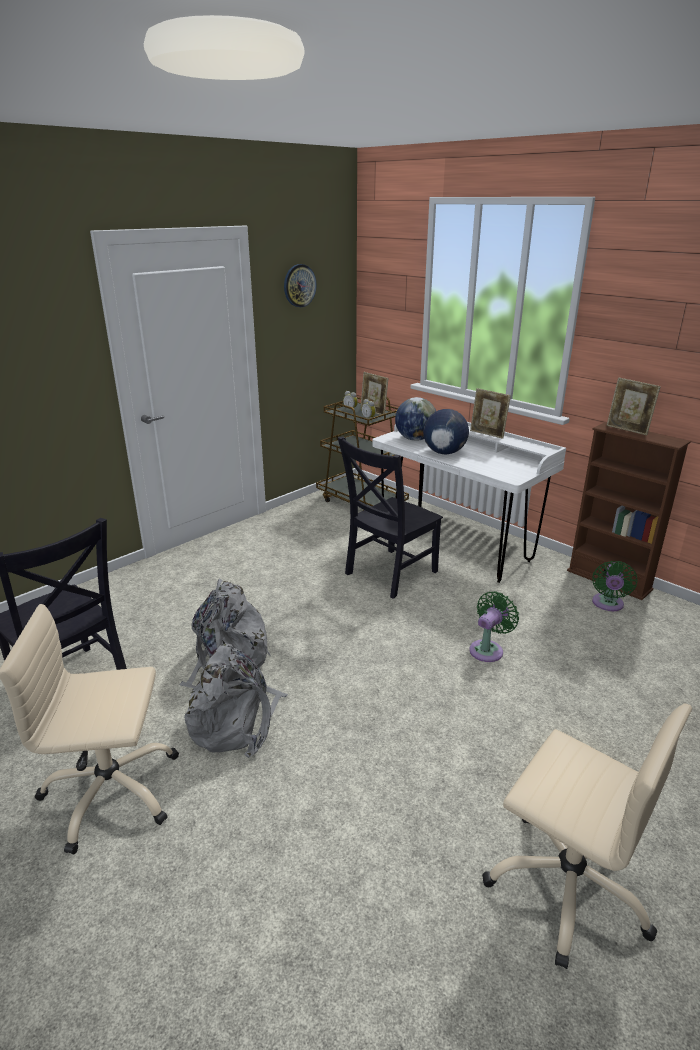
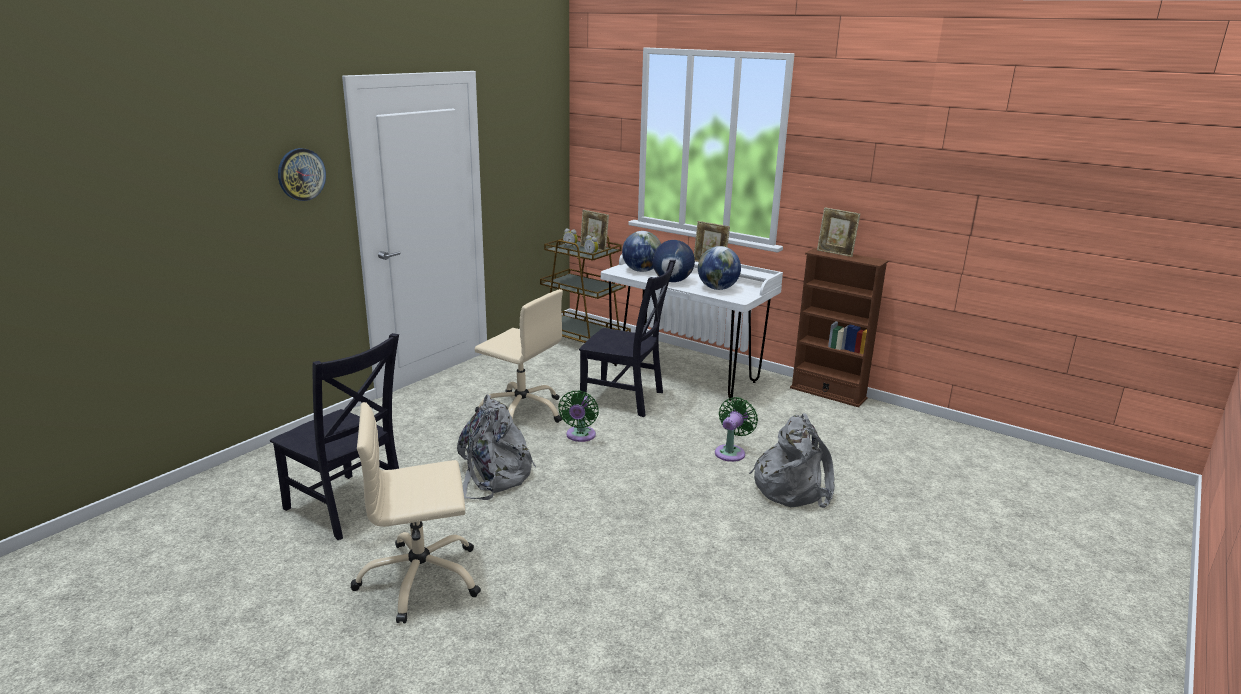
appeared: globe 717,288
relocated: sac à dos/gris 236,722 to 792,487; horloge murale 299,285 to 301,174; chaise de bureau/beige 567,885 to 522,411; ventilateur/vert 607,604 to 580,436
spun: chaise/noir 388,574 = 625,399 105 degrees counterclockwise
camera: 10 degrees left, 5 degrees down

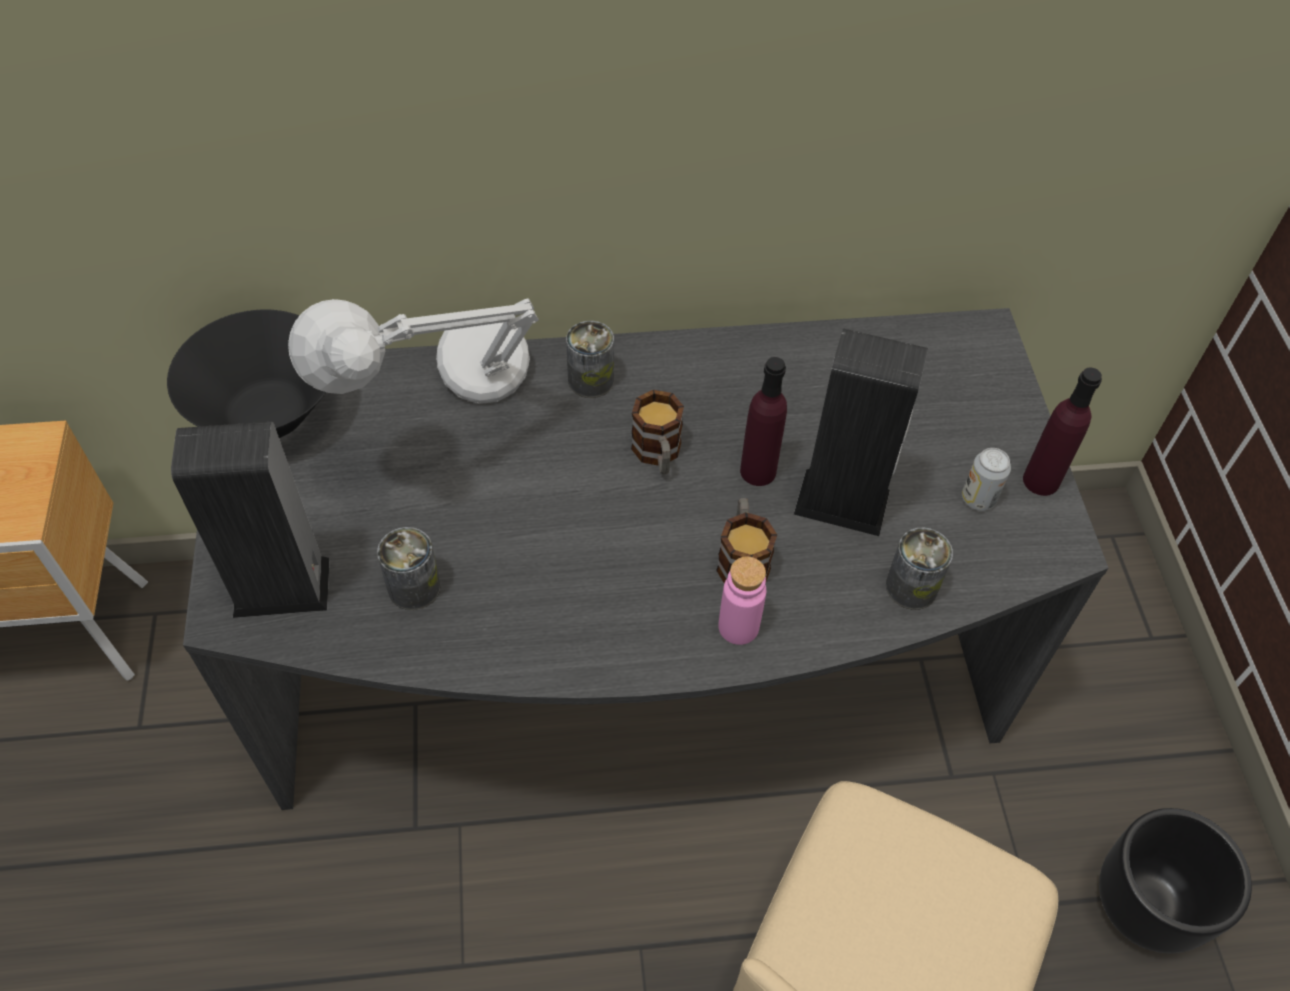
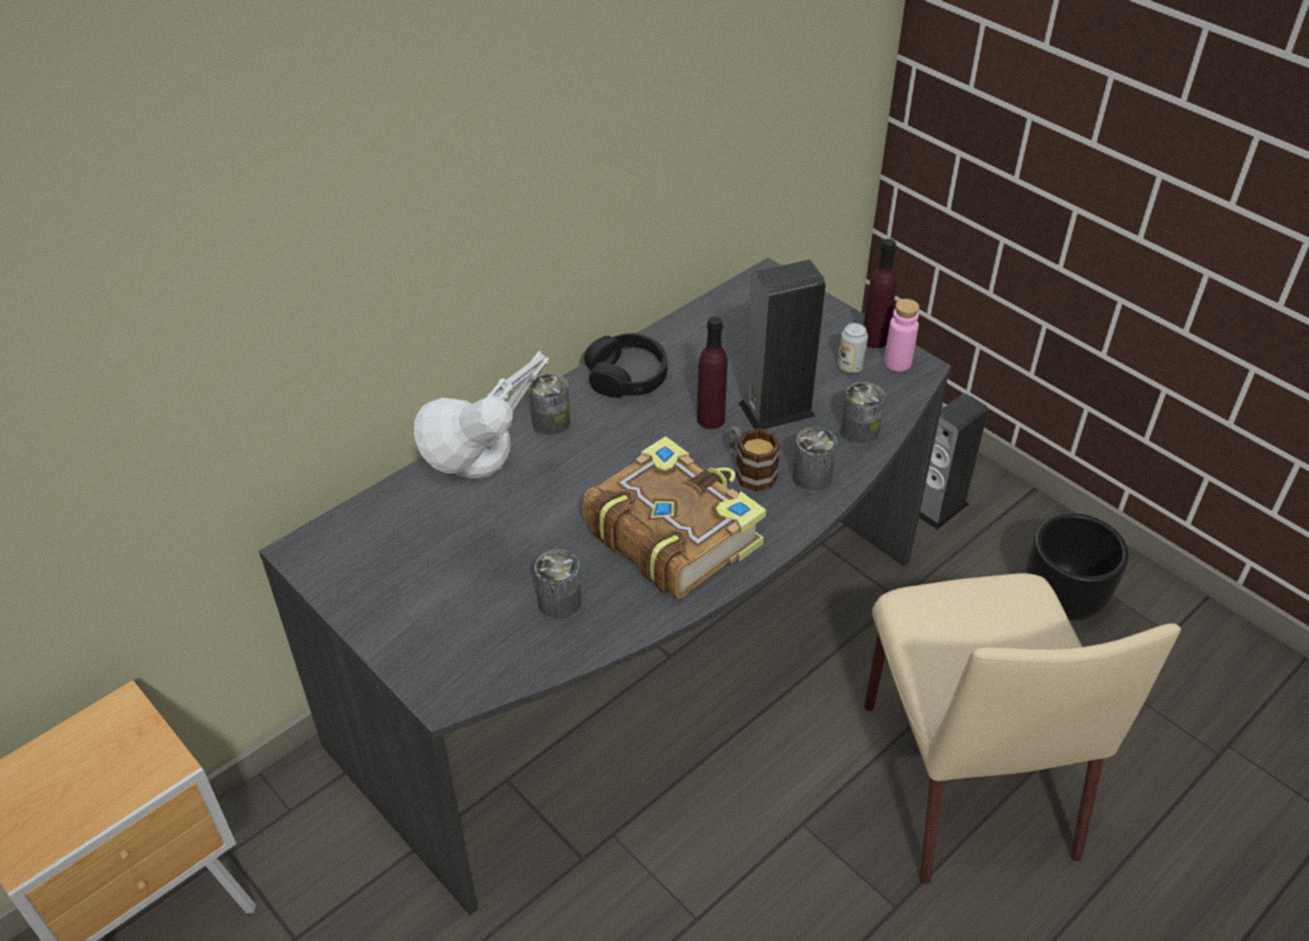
missing: bol/noir 267,413; mug 658,454
appeared: livre 672,533; casque audio/noir 627,376; boîte métallique 811,478
relocated: enceinte 281,587 to 939,507; bouteille/rose 738,627 to 897,362
camera: 35 degrees left, 10 degrees down

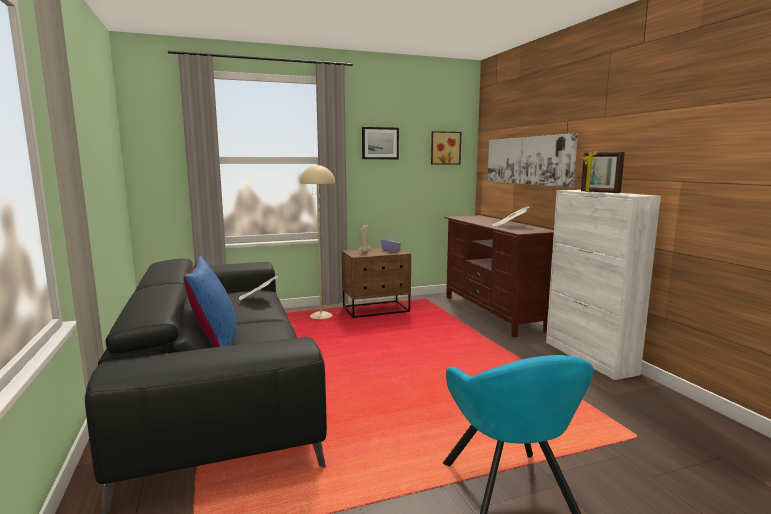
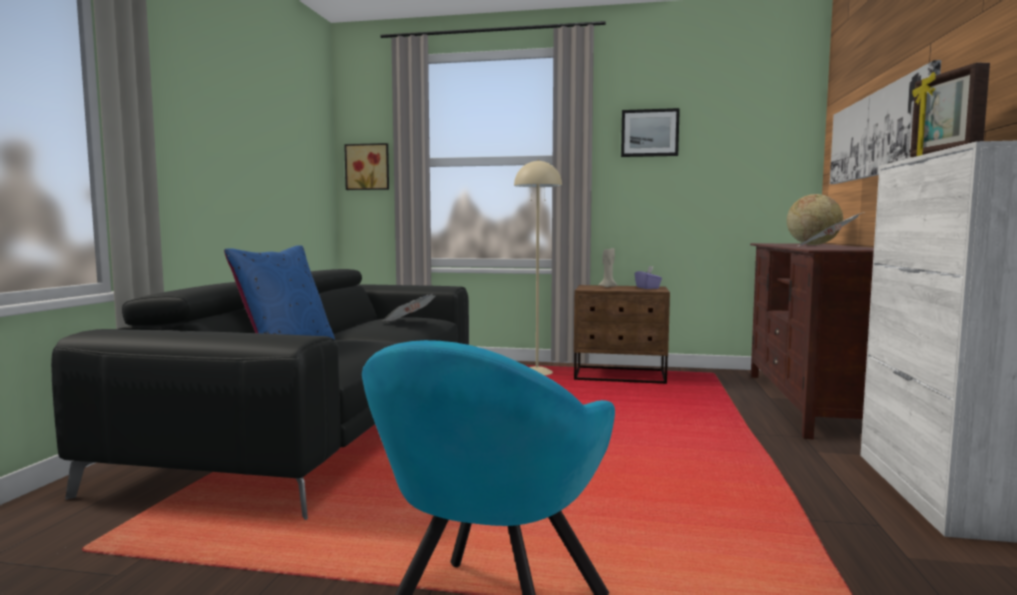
appeared: globe 812,244
relocated: tableau 445,148 to 368,167
camera: 30 degrees right, 5 degrees down

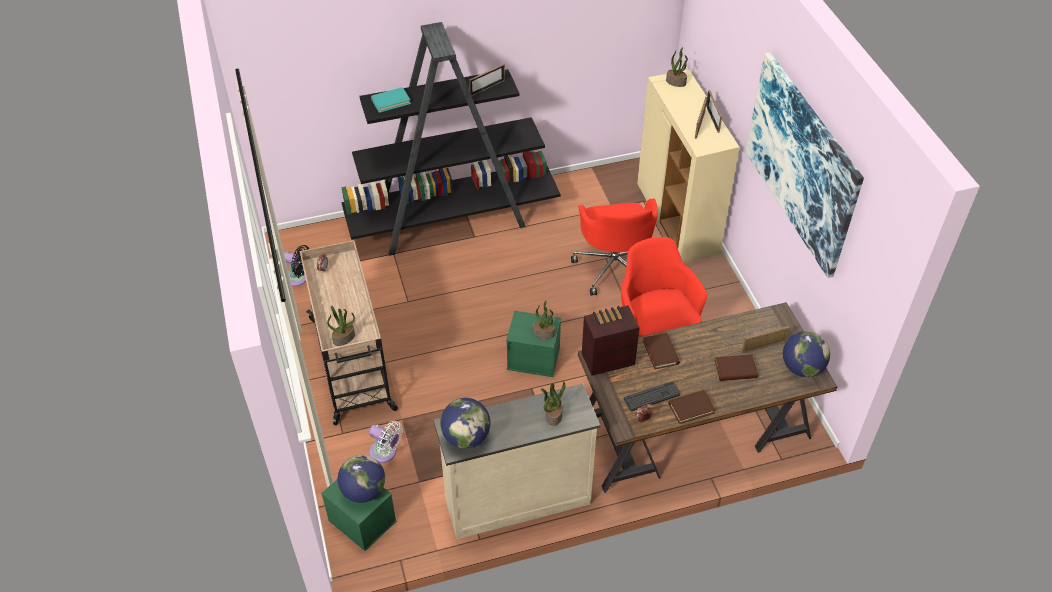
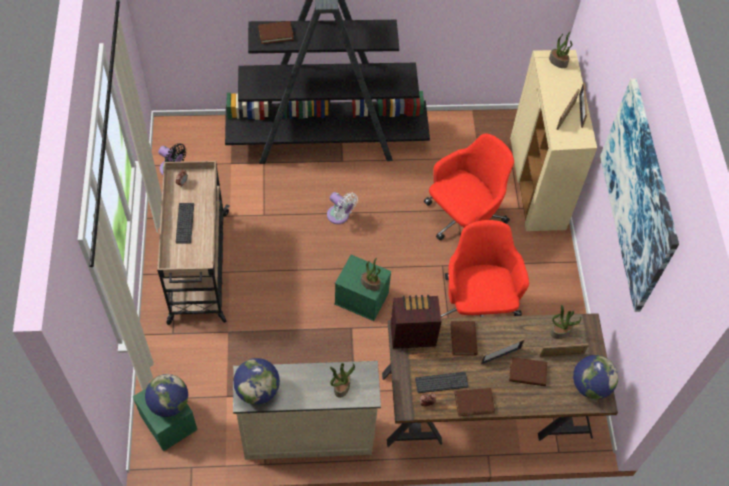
appeared: clavier 185,223
relocated: plante en pot 344,338 to 560,331; ventilateur/blanc 385,453 to 340,216; cadre photo 487,88 to 500,356
colour: livre/turquoise 391,101 to livre/marron 275,34
spun: chaise de bureau/rouge 614,266 = 463,220 135 degrees counterclockwise
camera: 10 degrees right, 10 degrees up

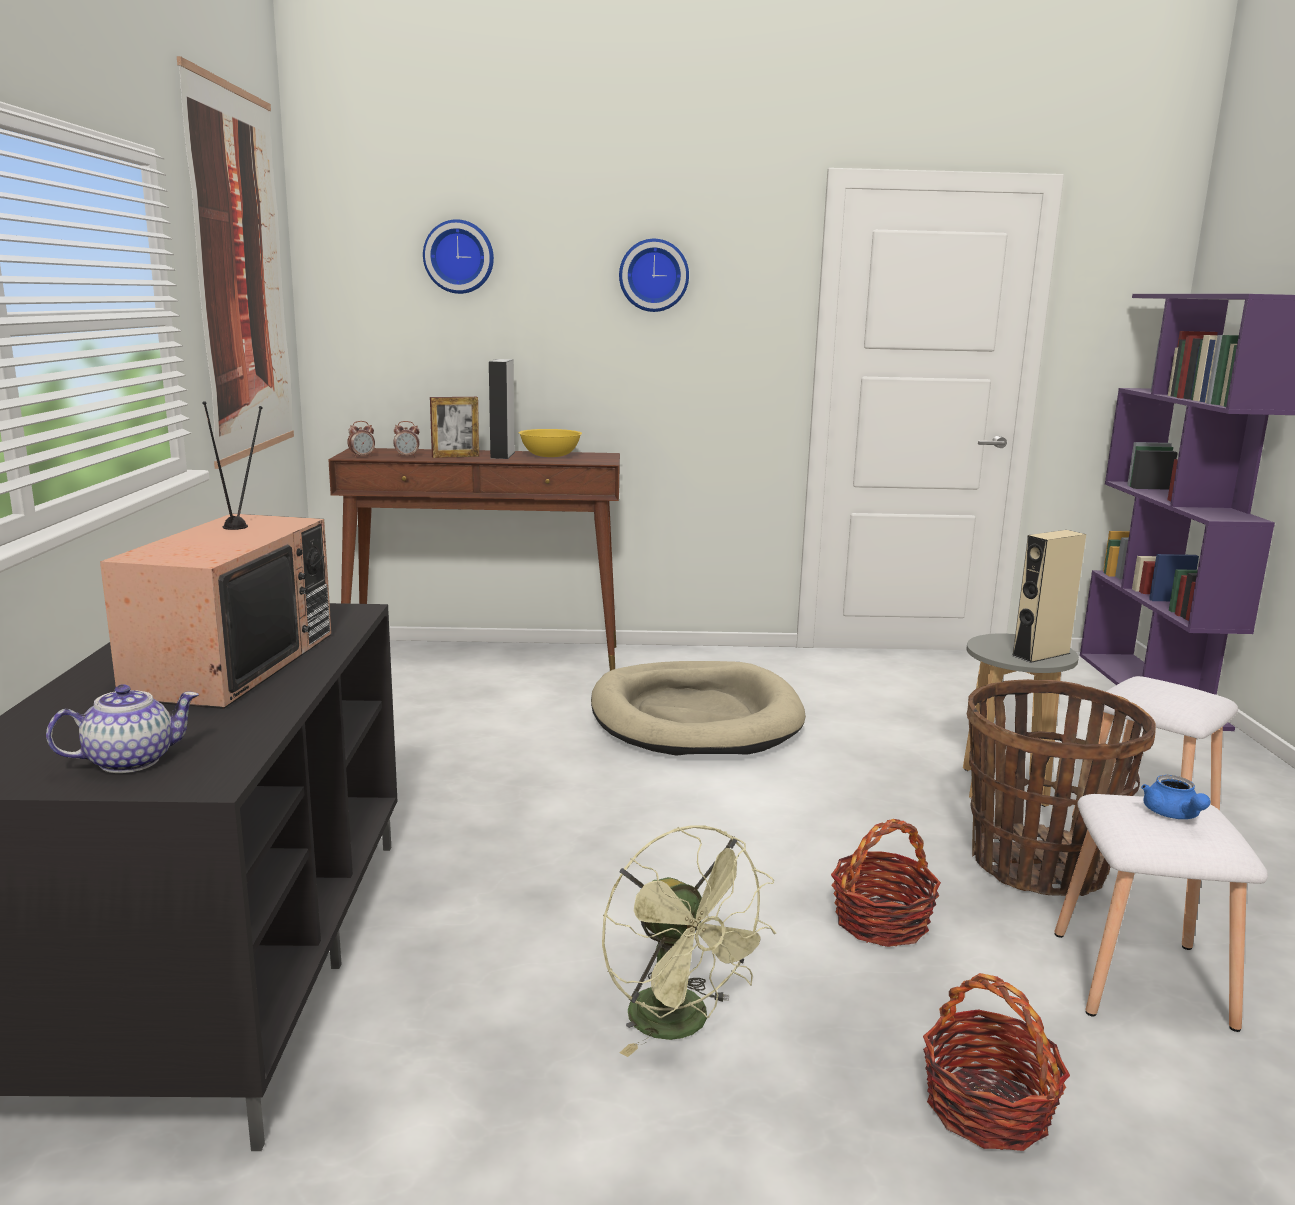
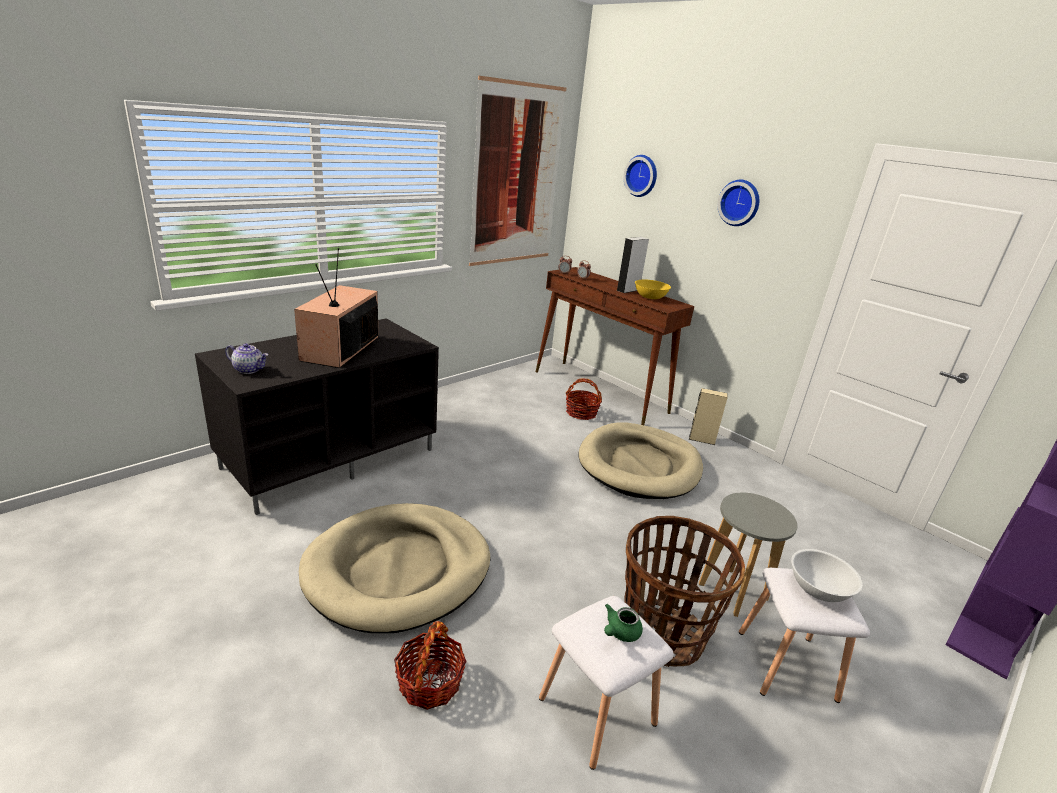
missing: cadre photo 455,456
appeared: bol/blanc 818,589
relocated: panier 881,921 to 581,413; enceinte/beige 1040,654 to 701,439
exchanged: ventilateur/vert 681,1025 to panier pour chien/beige 398,570
colour: théière/bleu 1173,815 to théière/vert 620,632
spun: téléviseur 231,663 = 342,349 135 degrees clockwise
camera: 45 degrees right, 10 degrees up

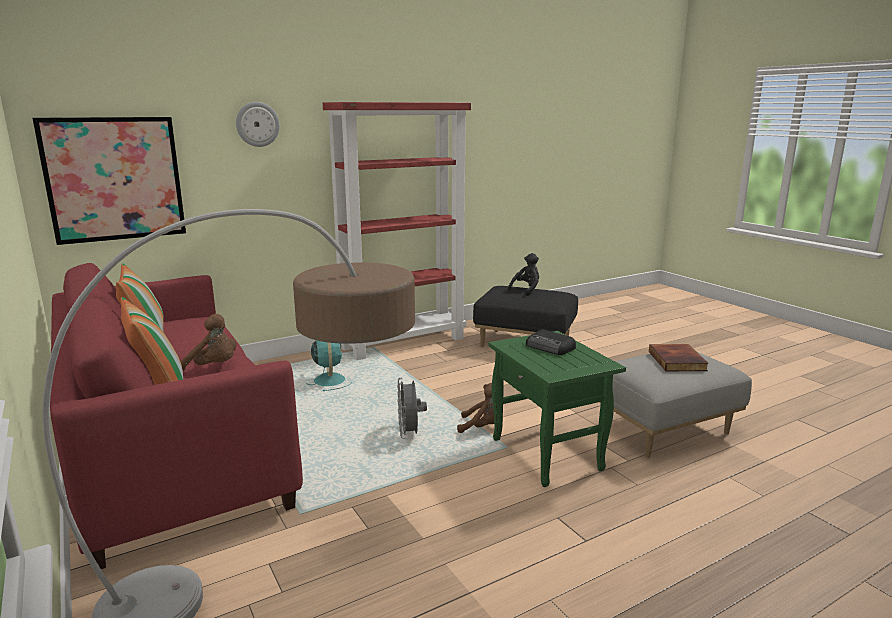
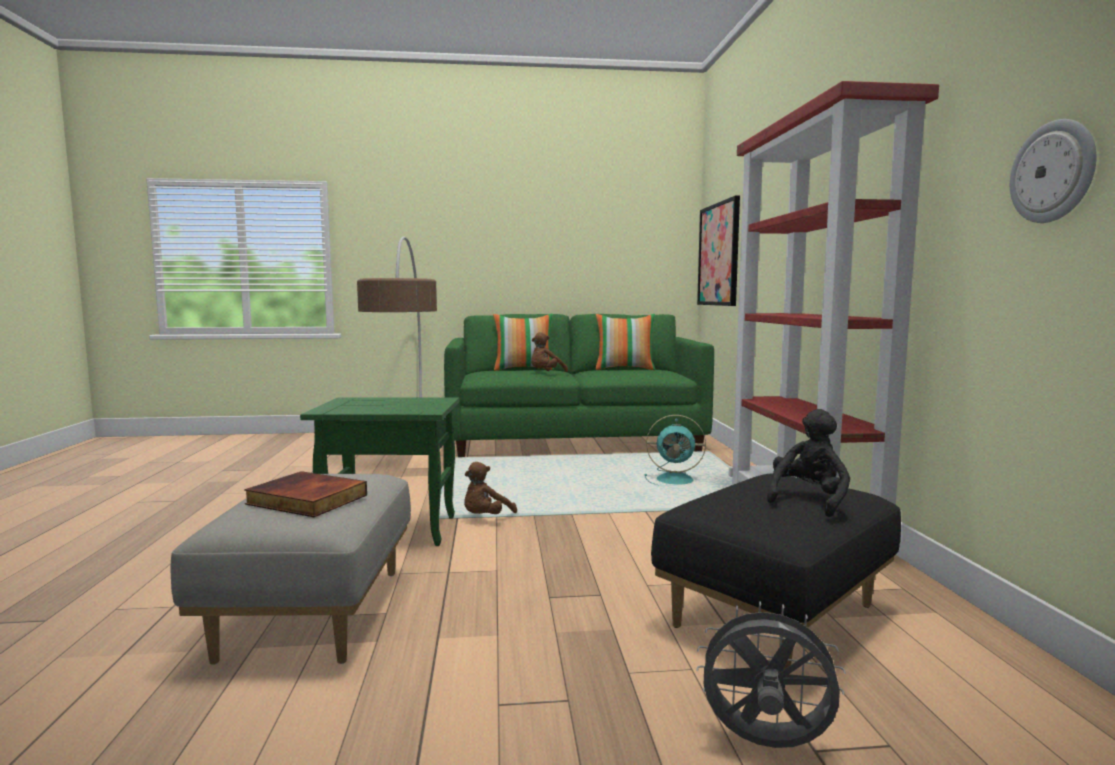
missing: radio 550,347
relocated: horloge murale 257,124 to 1053,172; ventilateur/gris 409,434 to 765,745
colour: canapé/rouge 172,451 to canapé/vert 574,441
spun: peluche/noir 526,290 = 808,500 120 degrees counterclockwise
camera: 115 degrees right, 10 degrees down

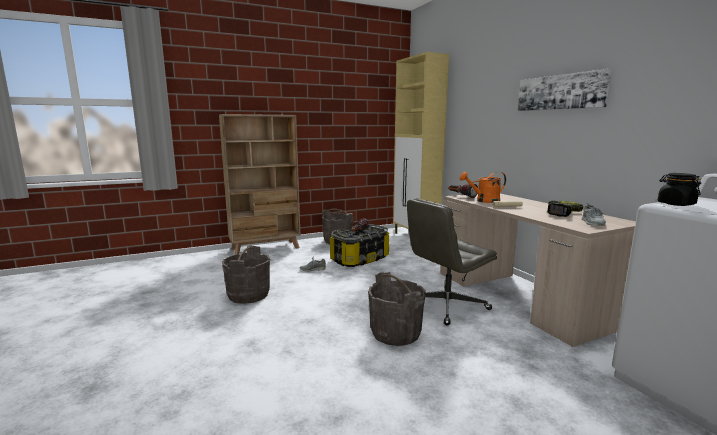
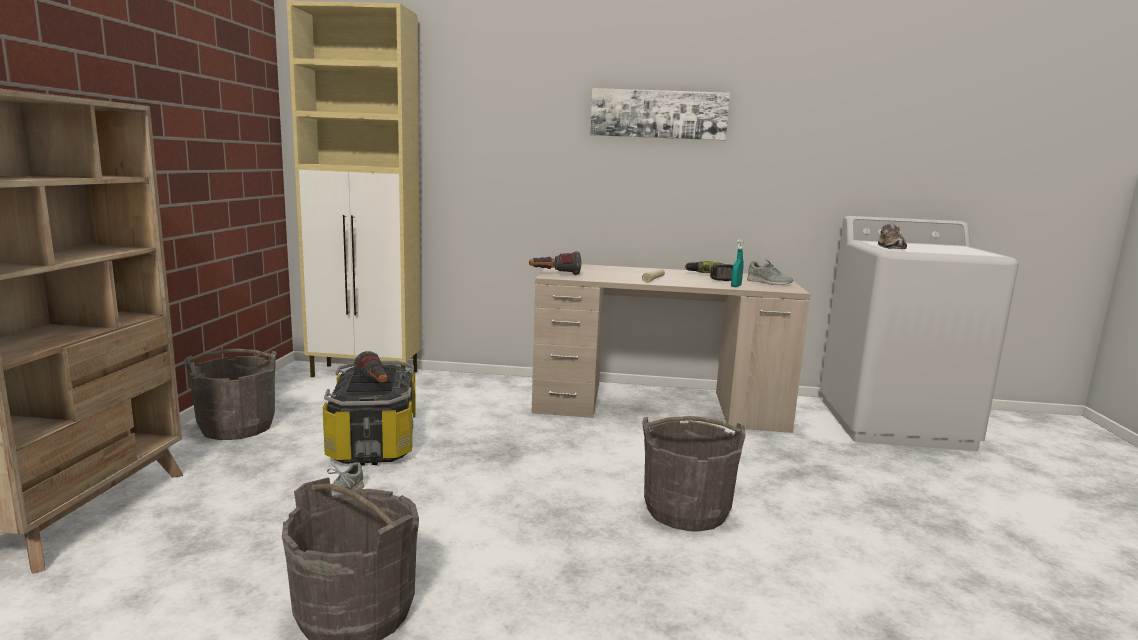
missing: chaise de bureau/gris 446,306; arrosoir/orange 484,201
appeared: vaporisateur/turquoise 736,286
exchanged: bocal/noir 676,204 to chaussure 891,248
camera: 60 degrees left, 0 degrees up

